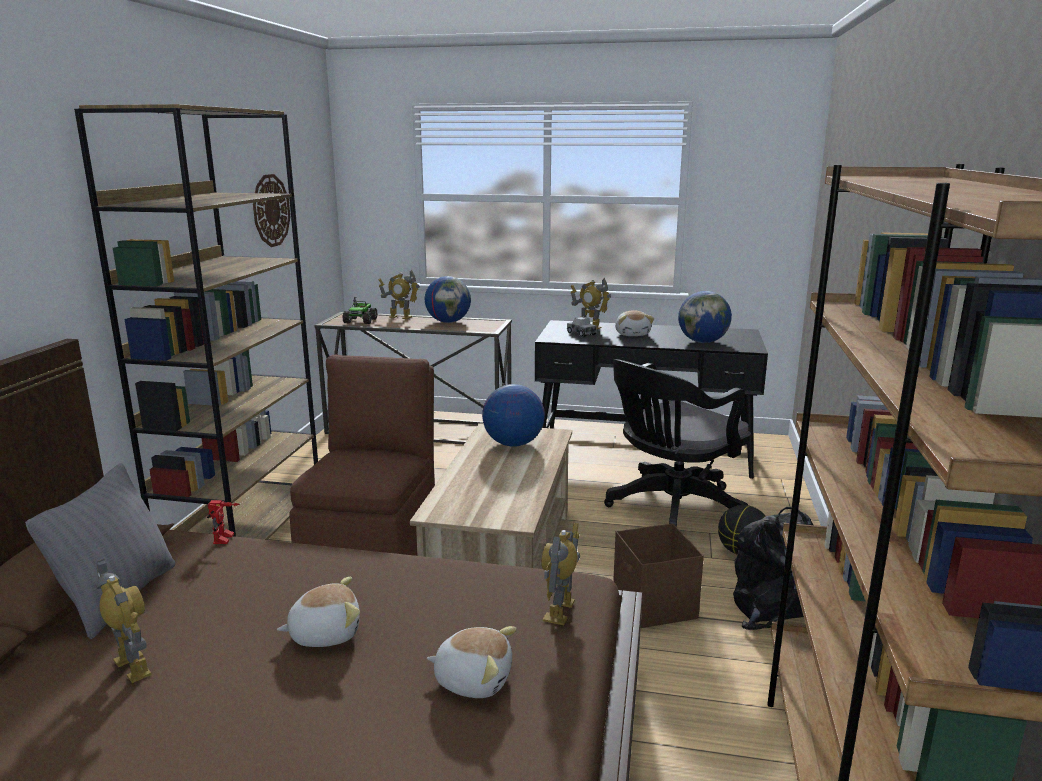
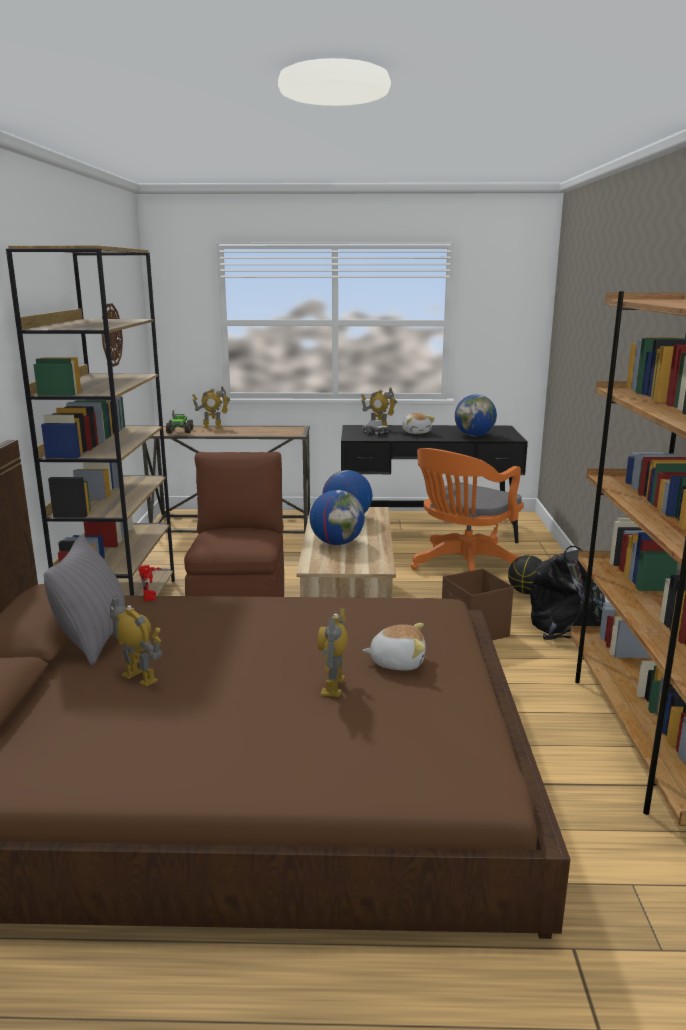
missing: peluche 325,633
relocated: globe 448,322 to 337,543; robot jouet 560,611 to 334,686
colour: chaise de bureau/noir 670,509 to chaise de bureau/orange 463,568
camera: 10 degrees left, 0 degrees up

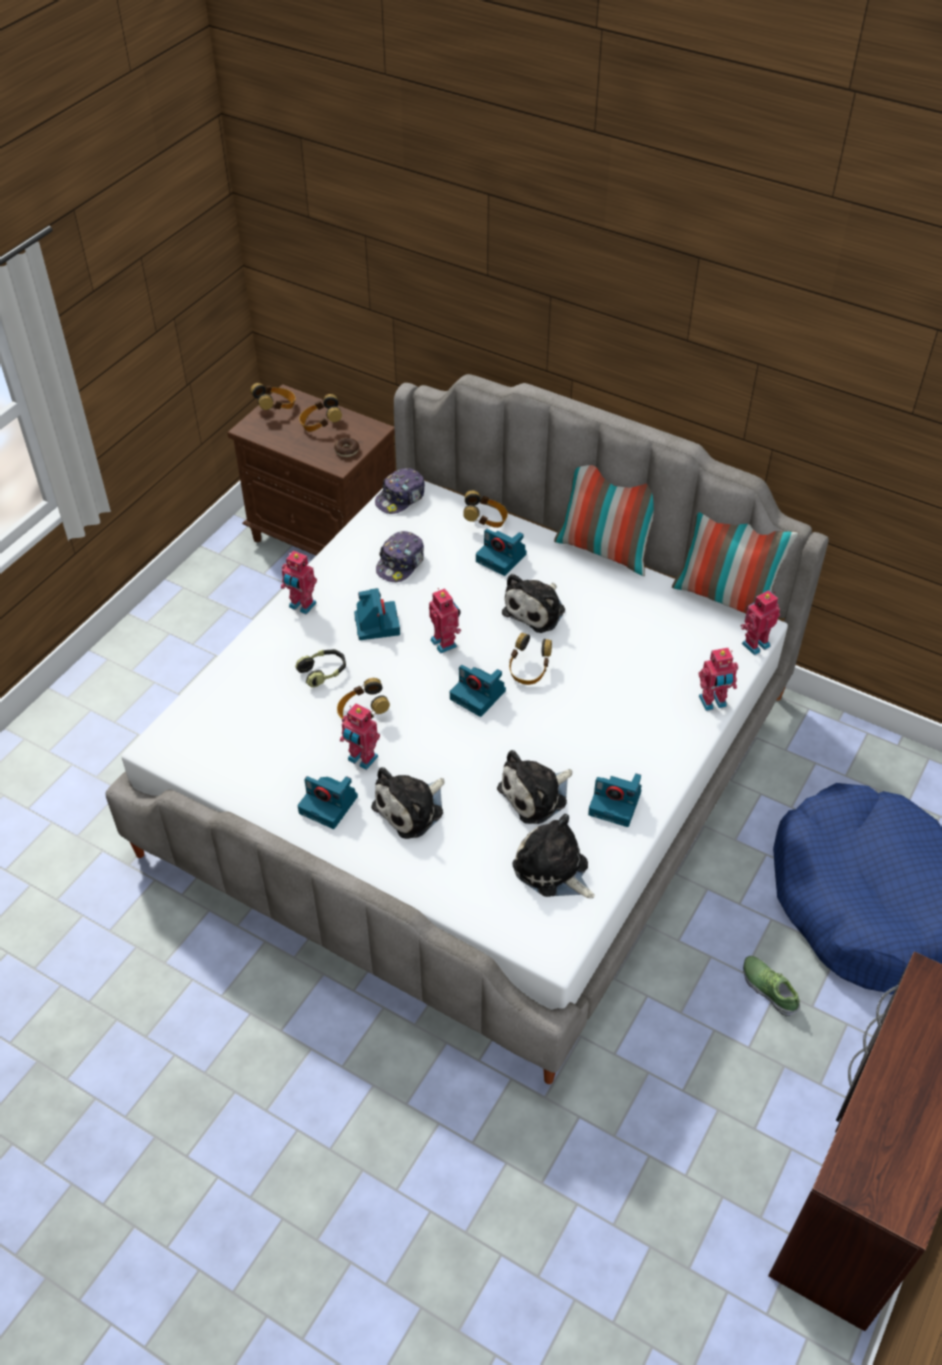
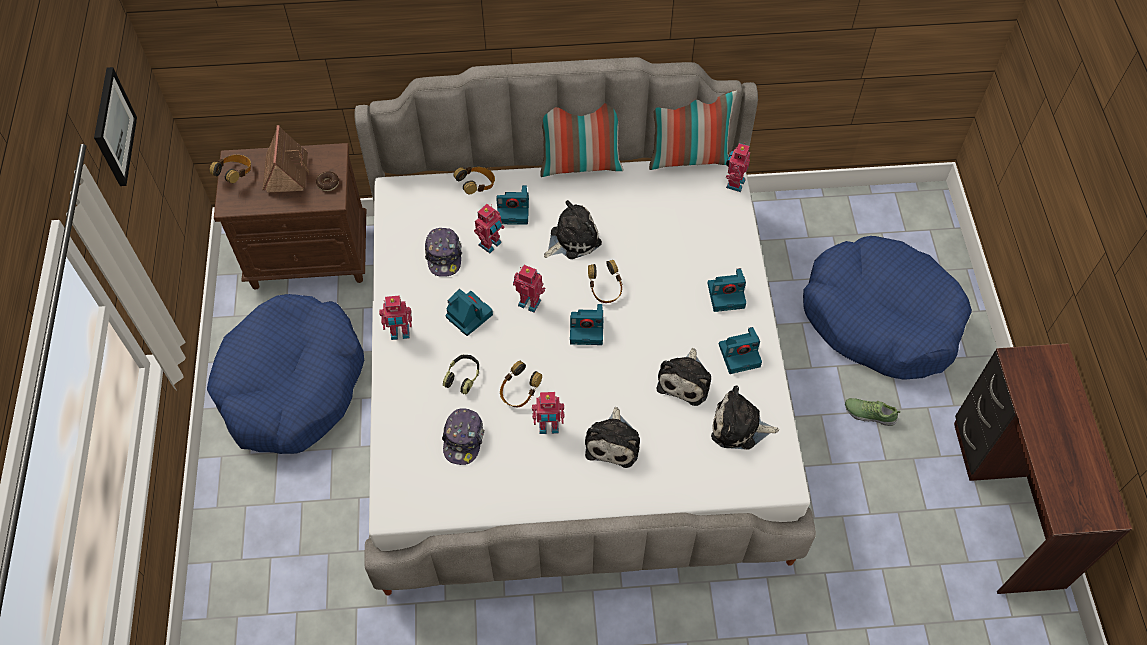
appeared: tableau 113,127; panier pour chien/bleu 292,385
relocated: appareil photo 330,805 to 727,295; casquette 401,498 to 463,439; robot jouet 713,703 to 491,244
exchanged: casque audio 320,425 to maison miniature 286,171
spun: peluche 536,610 = 572,239 120 degrees counterclockwise
camera: 35 degrees left, 10 degrees up

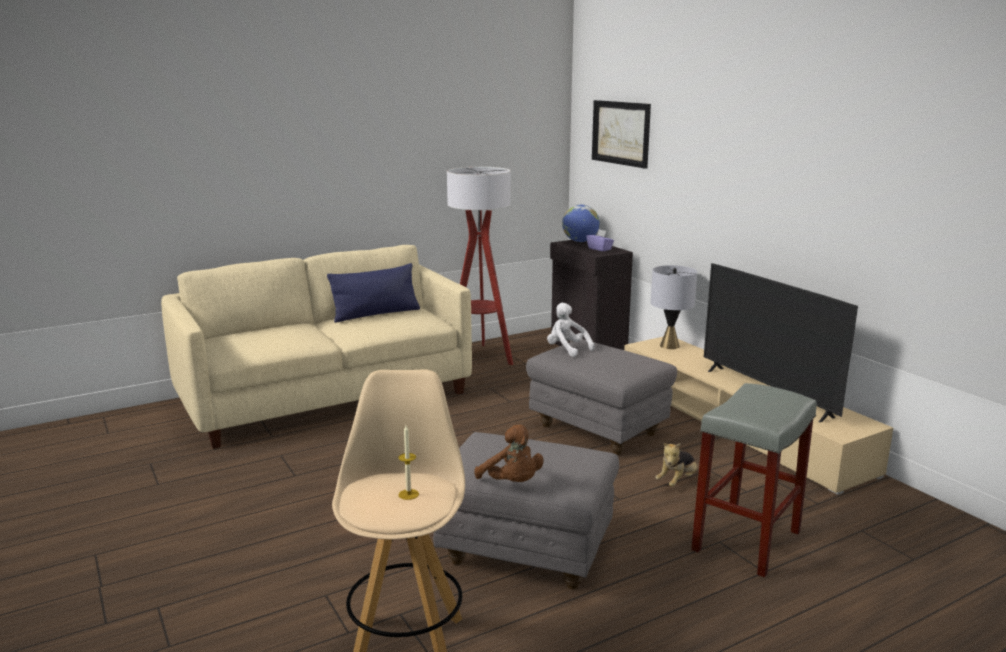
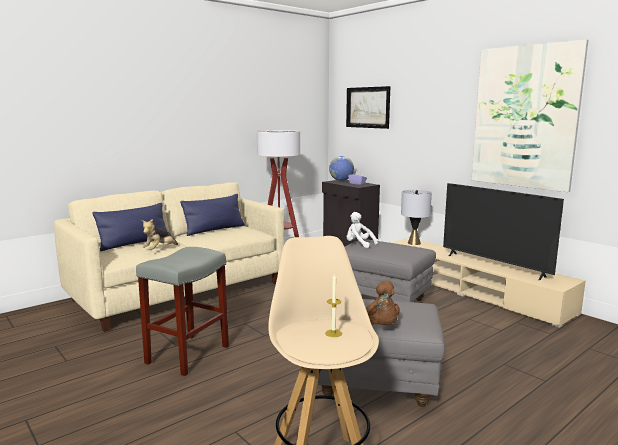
appeared: coussin/bleu 134,243; tableau 524,117
relocated: peluche 677,481 to 160,250; tabouret/gris 746,542 to 187,355
camera: 10 degrees left, 5 degrees down

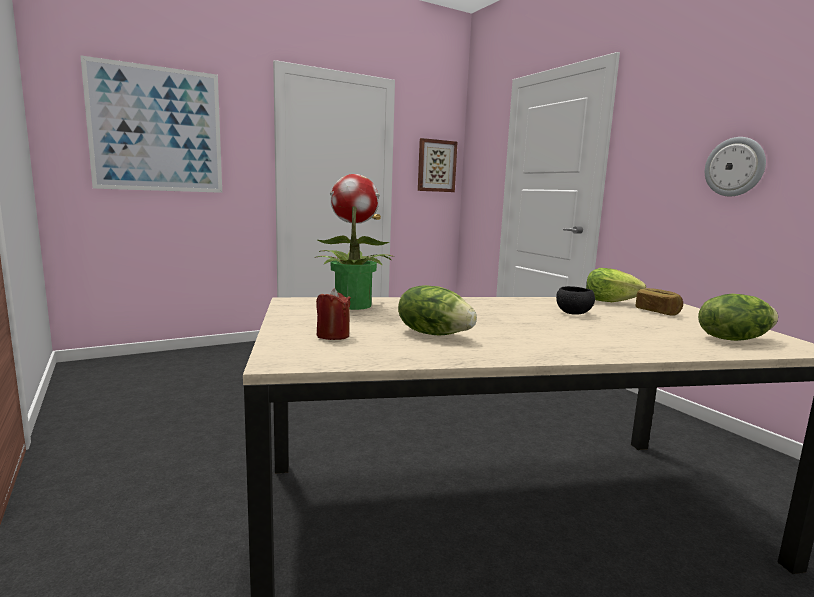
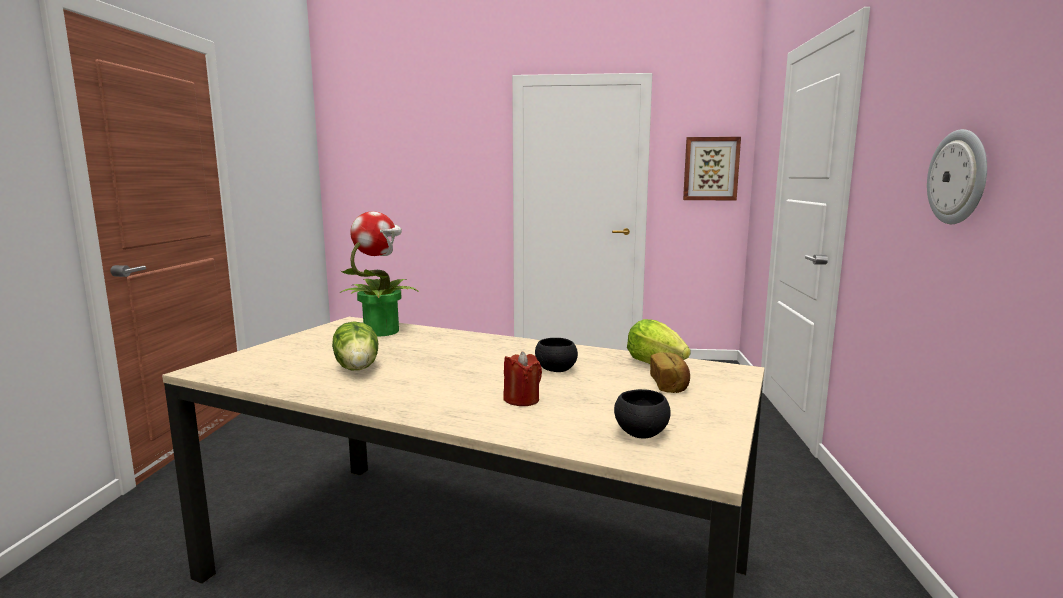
missing: tableau 157,129
relocated: bougie/rouge 333,335 to 522,400
exchanged: laitue 733,339 to bol/noir 641,433
camera: 35 degrees right, 0 degrees up

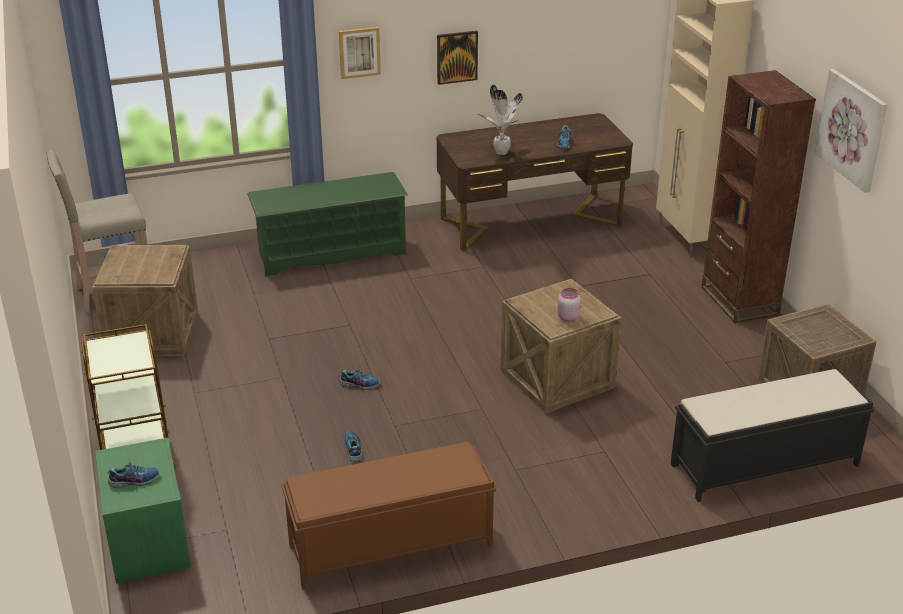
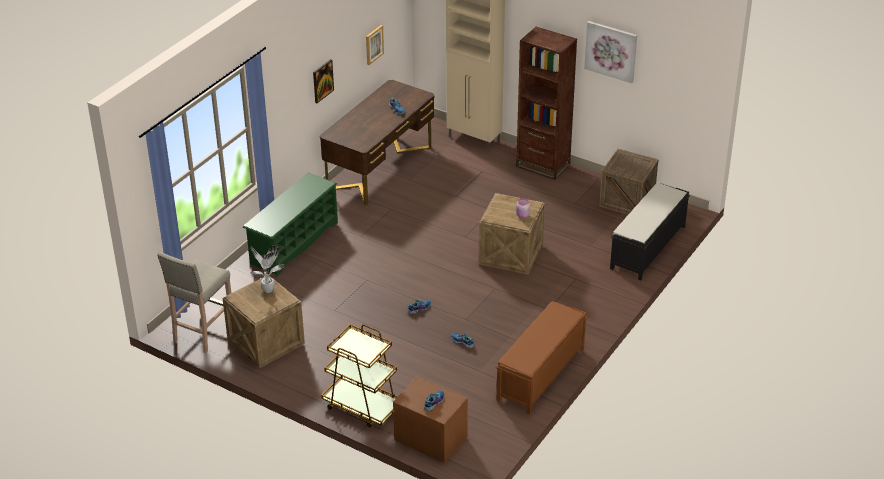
relocated: tableau 359,52 to 374,44; plante en pot 501,153 to 268,290
colour: table de chevet/vert 148,541 to table de chevet/marron 430,438
camera: 40 degrees left, 5 degrees up

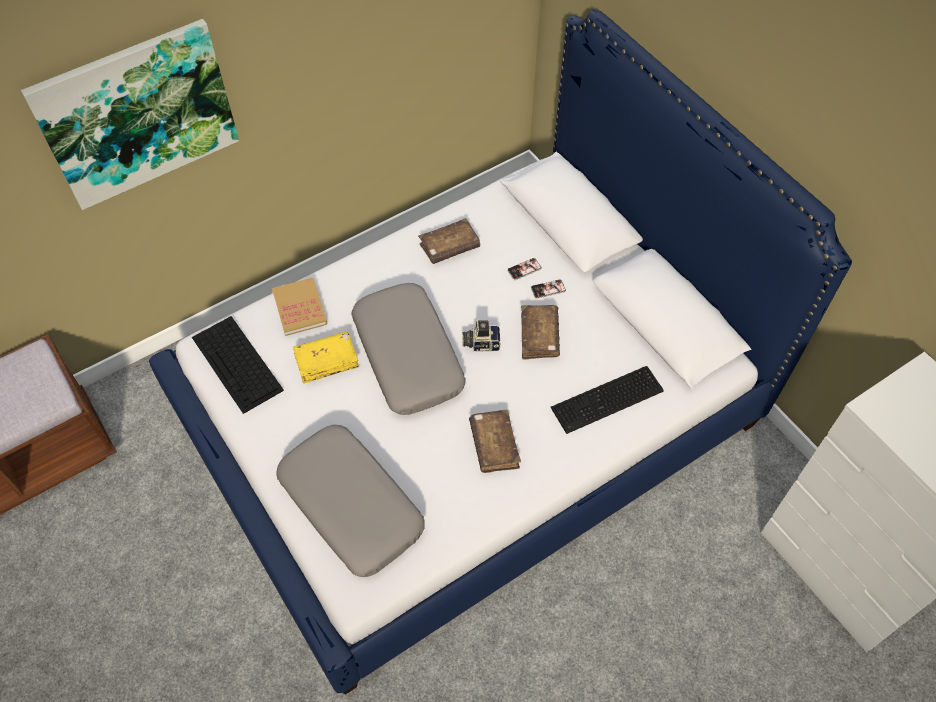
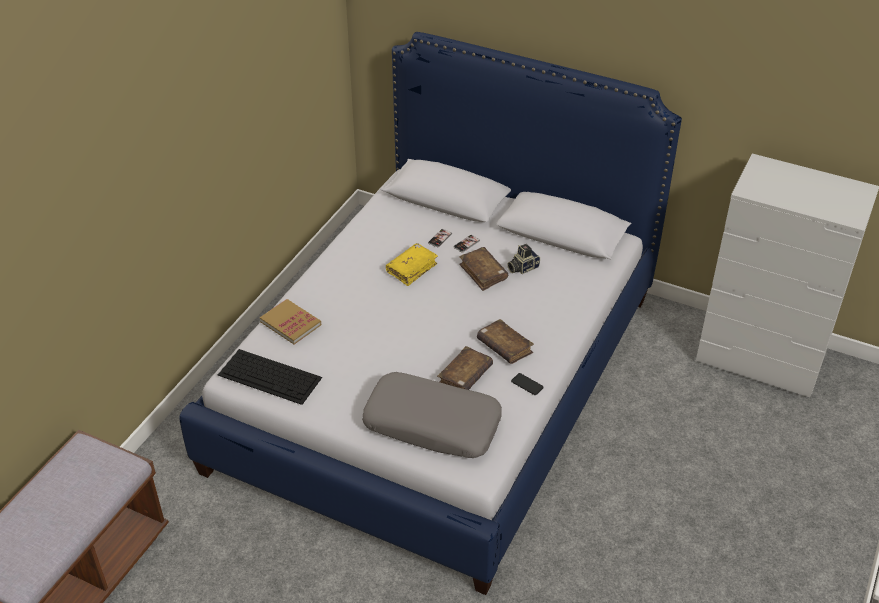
missing: tableau 137,114; coussin/gris 409,356; clavier 609,400
appeared: téléphone 527,384
relocated: livre/jaune 326,361 to 411,269; livre/marron 449,247 to 465,376; appareil photo 481,343 to 522,267
camera: 30 degrees left, 15 degrees down

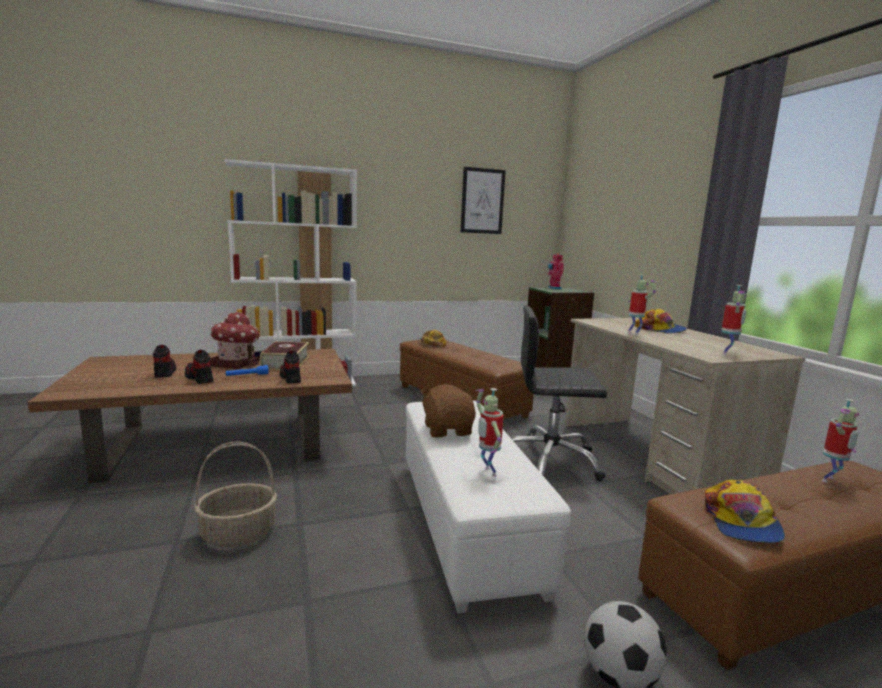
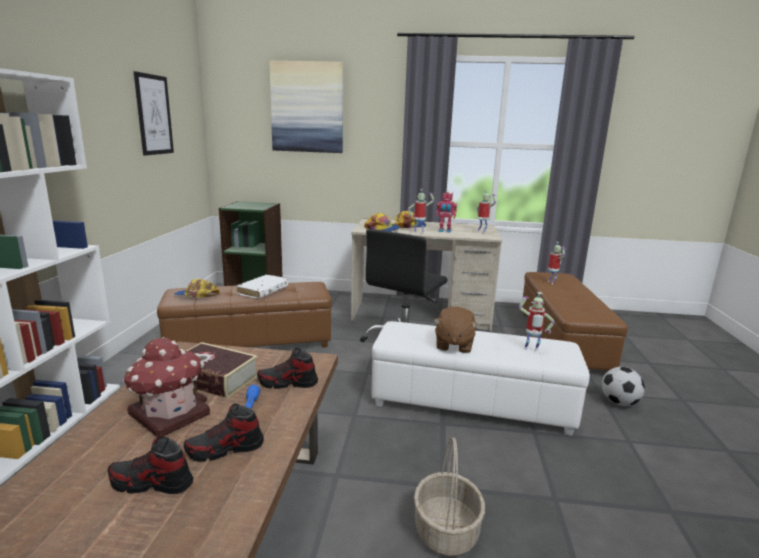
appeared: livre/blanc 263,291; tableau 307,107
relocated: robot jouet 553,288 to 444,231; casquette 741,522 to 382,229
spun: peluche/marron 448,430 = 453,345 90 degrees counterclockwise
camera: 65 degrees left, 5 degrees up

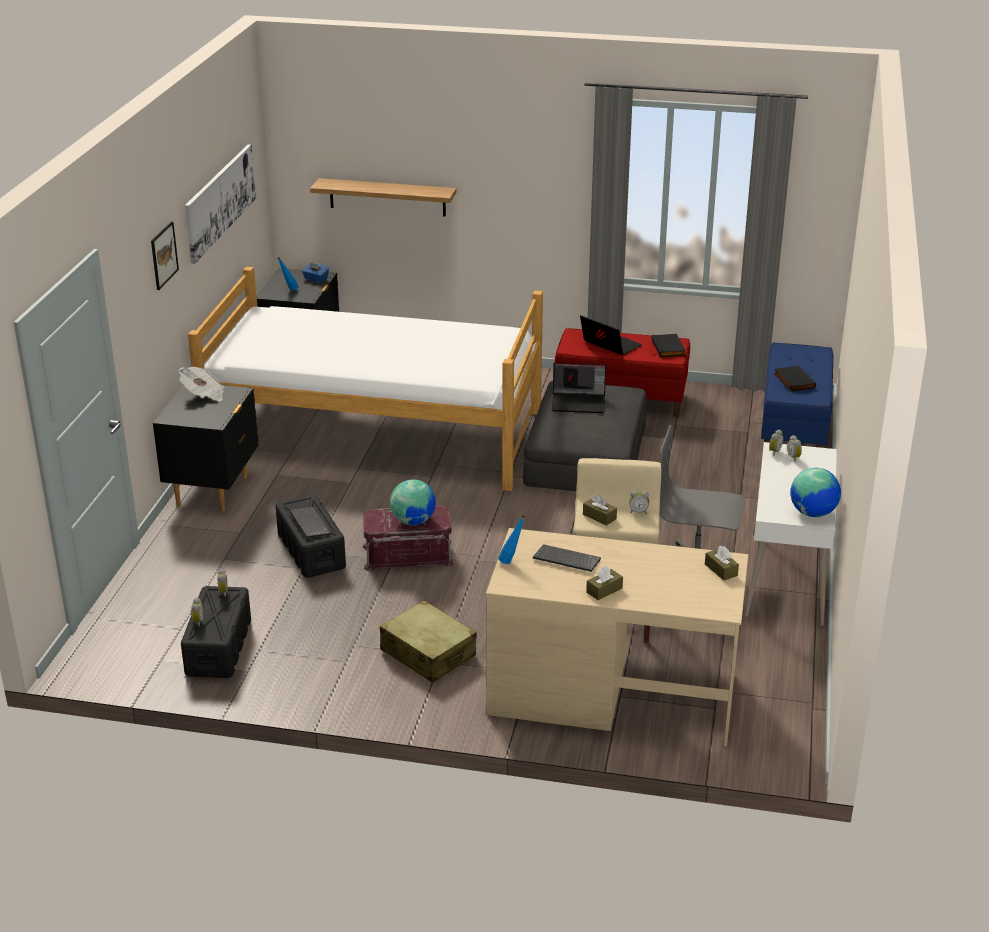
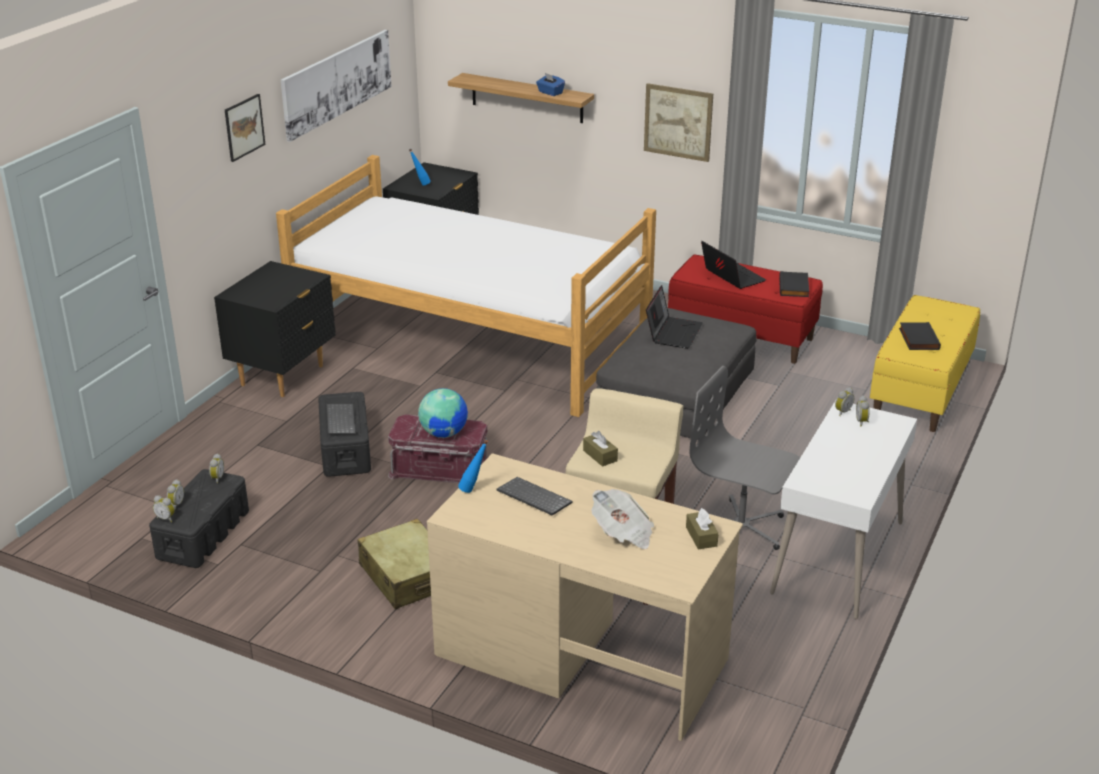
missing: boîte à mouchoirs/marron 604,590; globe 813,513
appeared: tableau 678,122
relocated: journal 203,394 to 623,533; boîte à mouchoirs/bleu 316,279 to 550,93; réveil 638,512 to 166,518
colour: banc/bleu 794,427 to banc/jaune 921,391
spun: ordinateur portable 579,402 = 673,332 90 degrees counterclockwise
camera: 15 degrees right, 0 degrees up

